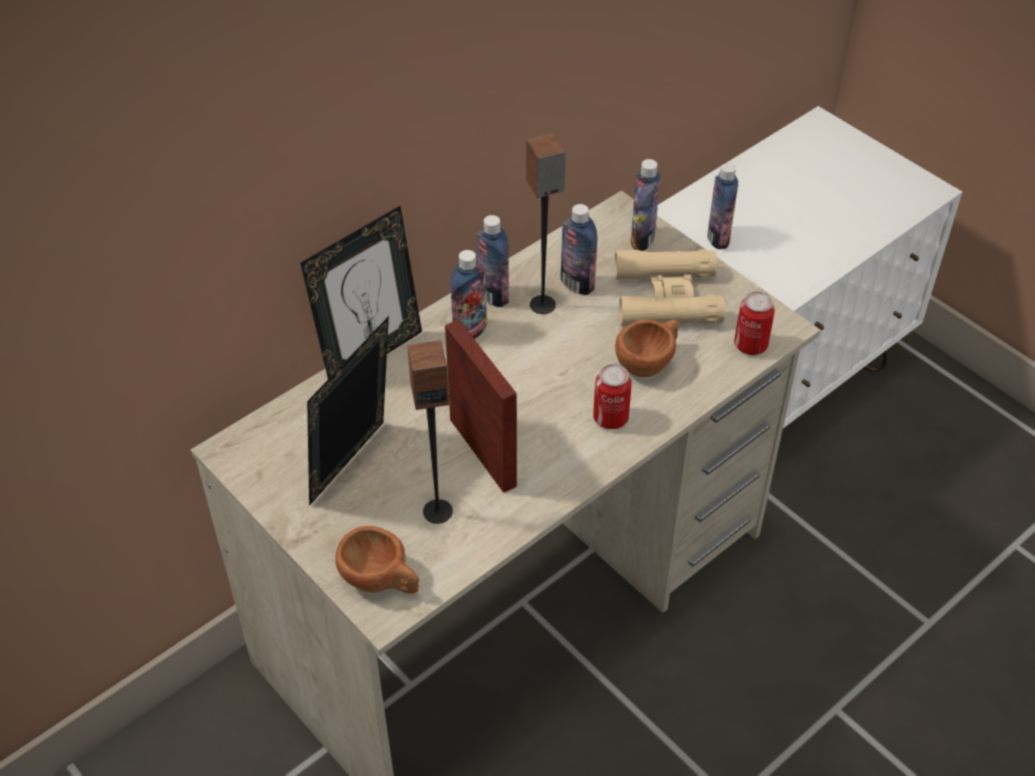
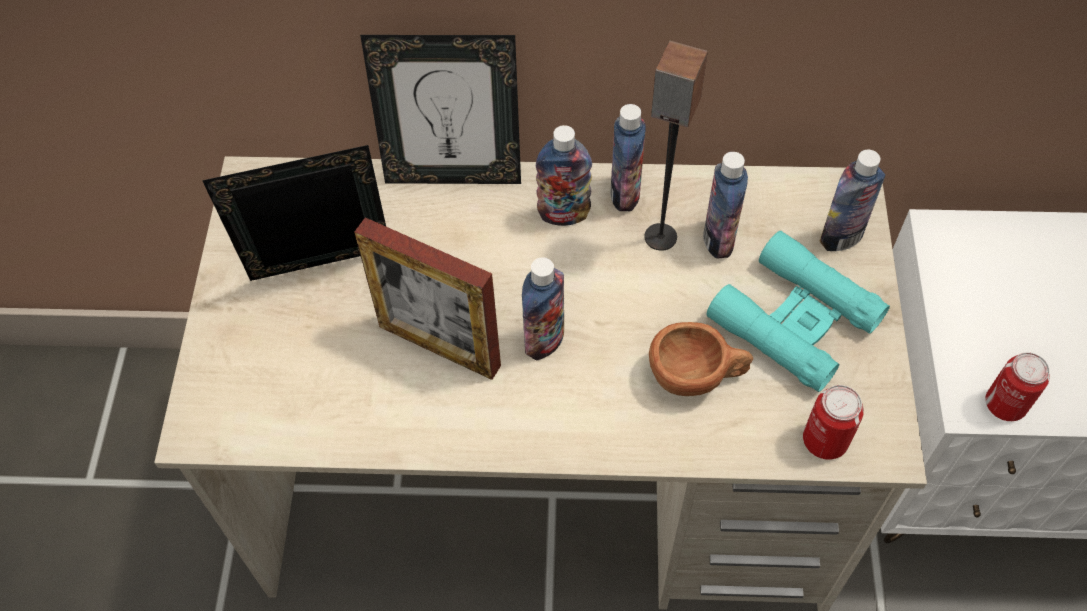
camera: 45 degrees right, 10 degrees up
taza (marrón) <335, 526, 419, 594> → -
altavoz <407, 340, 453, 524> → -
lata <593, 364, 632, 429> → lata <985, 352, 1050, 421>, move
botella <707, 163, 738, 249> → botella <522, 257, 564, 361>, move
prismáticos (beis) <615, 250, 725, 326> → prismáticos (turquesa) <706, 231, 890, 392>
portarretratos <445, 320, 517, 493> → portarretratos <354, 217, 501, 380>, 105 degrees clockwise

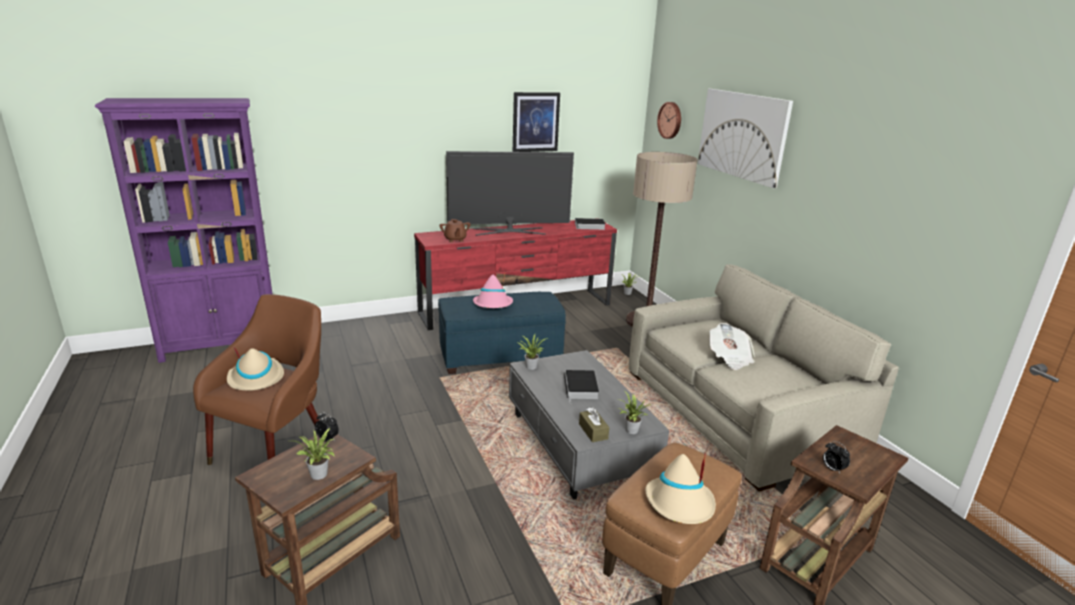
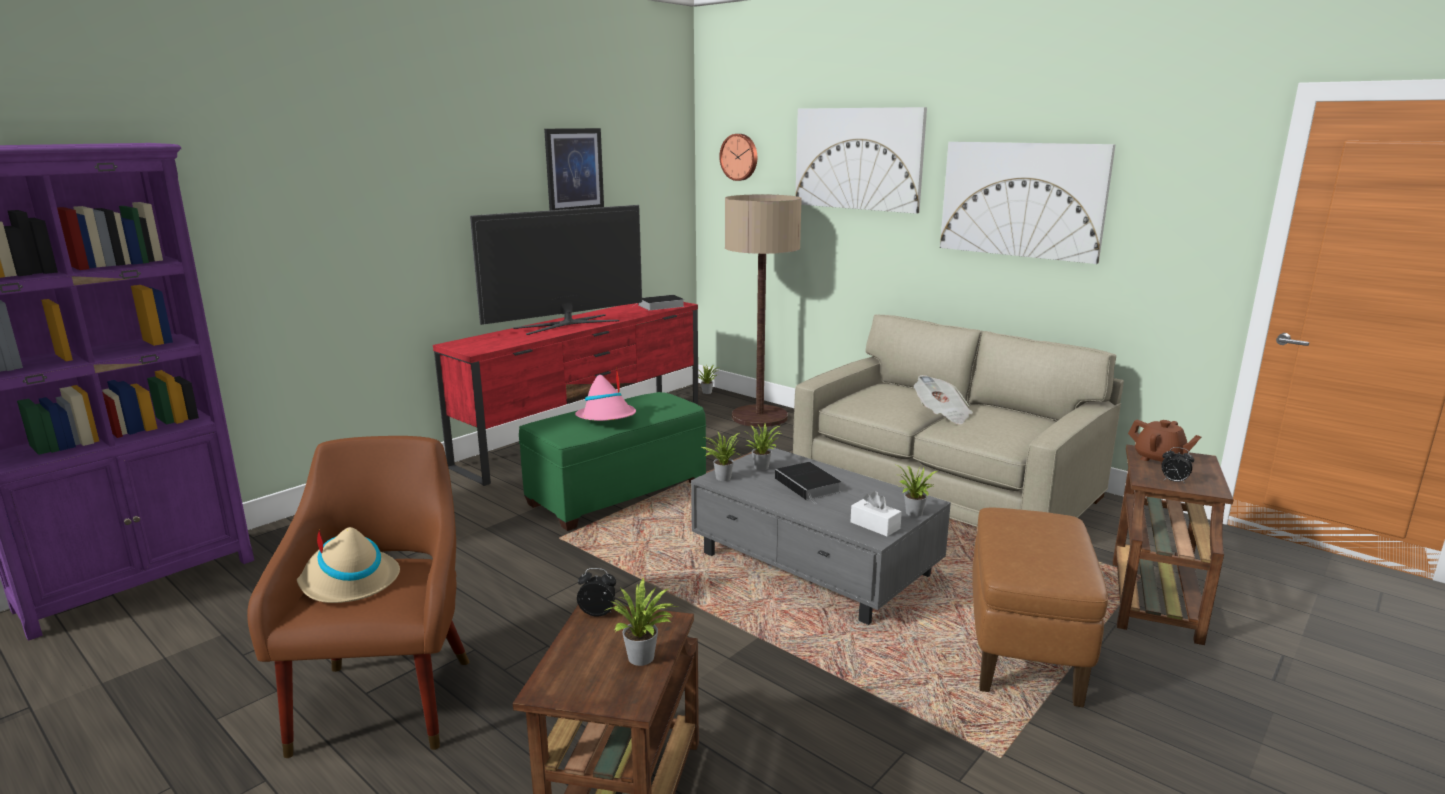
camera: 25 degrees left, 5 degrees down
sombrero (beis) <645, 452, 716, 524> → -
- → planta en maceta <744, 424, 781, 470>
- → cuadro <940, 142, 1116, 264>
tetera (marrón) <439, 219, 471, 242> → tetera (marrón) <1128, 420, 1201, 465>, move
puf (azul) <438, 292, 566, 374> → puf (verde) <519, 392, 706, 531>
caja de pañuelos (marrón) <579, 407, 609, 442> → caja de pañuelos (blanco) <850, 491, 902, 537>

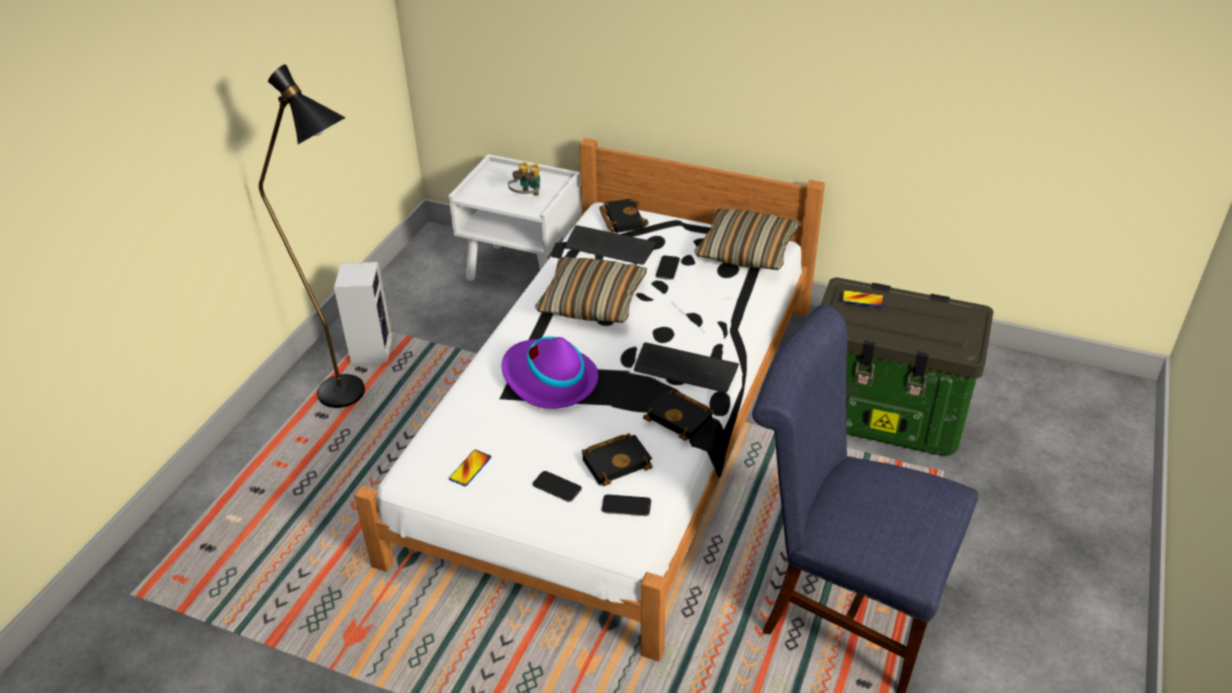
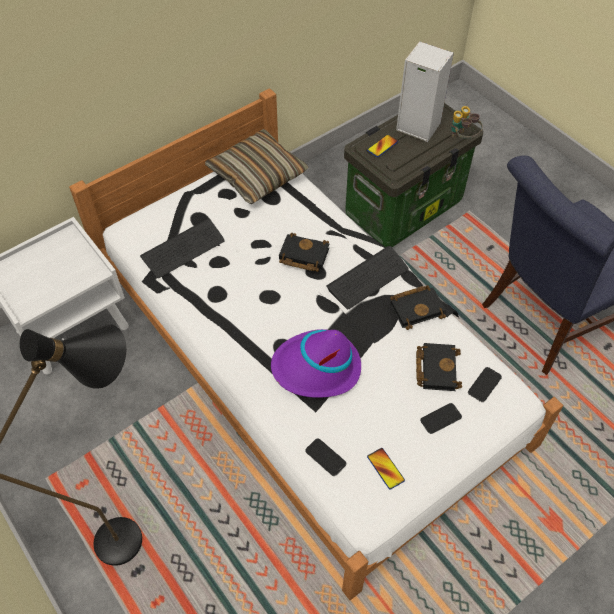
camera: 60 degrees left, 15 degrees up
cojín <535, 257, 647, 323> → -
altavoz <334, 262, 393, 363> → altavoz <396, 41, 454, 142>, move
prismáticos <508, 162, 540, 196> → prismáticos <451, 106, 483, 139>, move
libro (negro) <599, 198, 649, 233> → libro (negro) <279, 233, 329, 272>, move
móvil <656, 256, 680, 280> → móvil <305, 438, 347, 476>, move

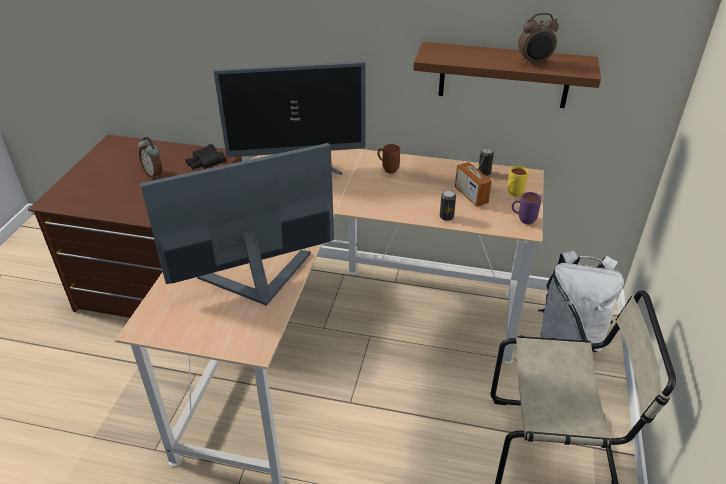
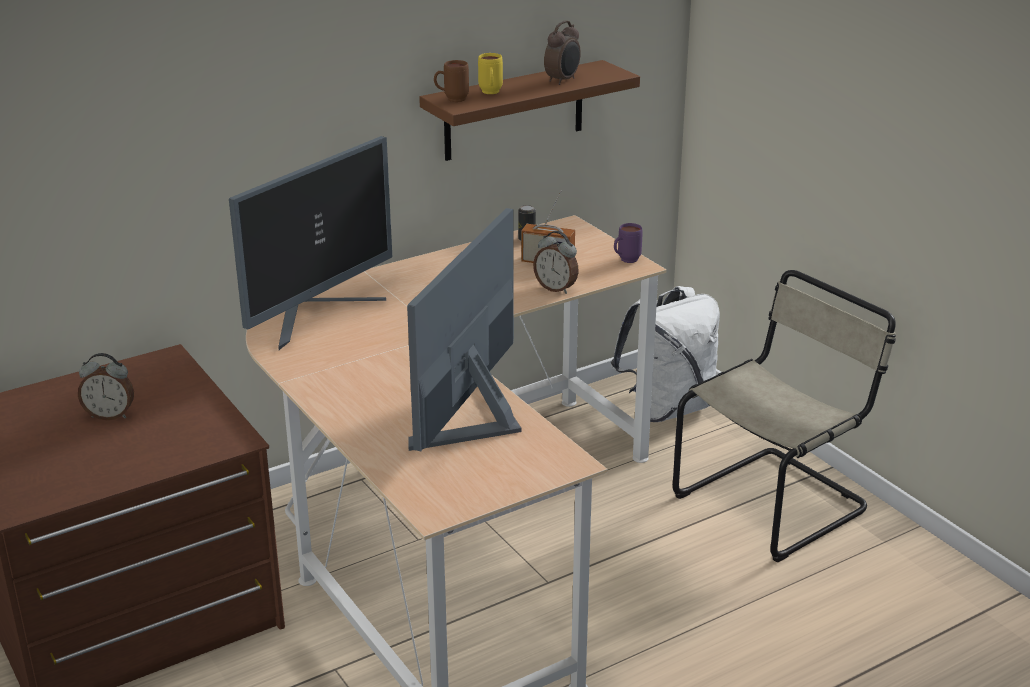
camera: 45 degrees left, 10 degrees down
prismáticos (negro) <185, 144, 226, 170> → -
taza grande (marrón) <378, 144, 400, 173> → taza grande (marrón) <434, 60, 469, 102>, move
taza grande (amarillo) <507, 166, 528, 197> → taza grande (amarillo) <478, 53, 503, 94>, move
lata <440, 190, 456, 221> → despertador <533, 231, 579, 294>

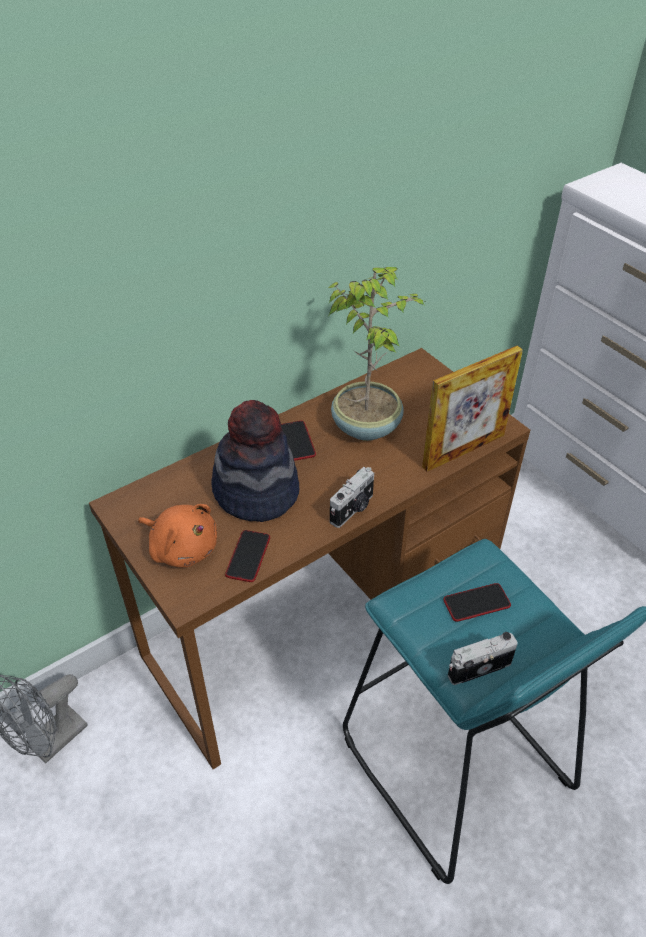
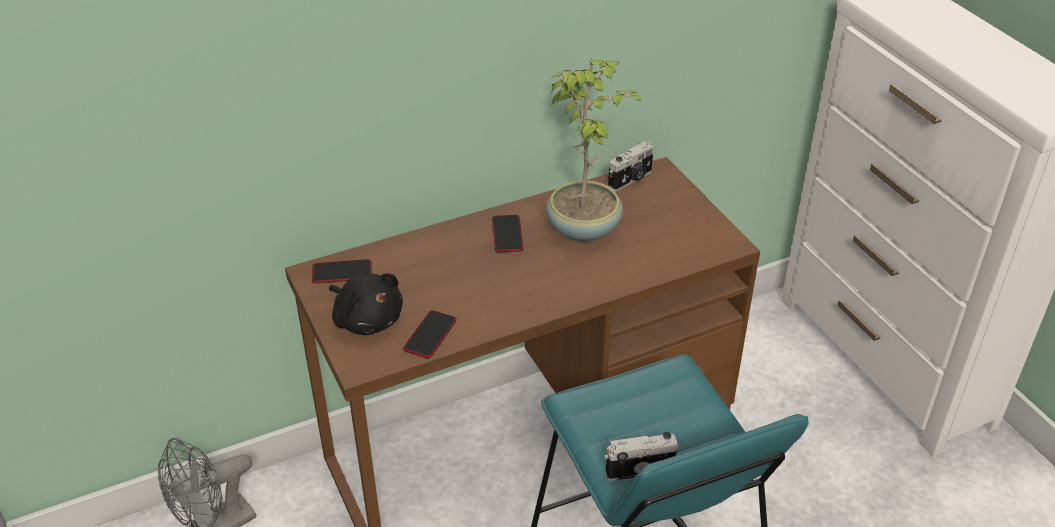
camera: 10 degrees right, 5 degrees down
sombrero <211, 400, 299, 522> → -
portarretratos <422, 345, 523, 472> → -
cámara <330, 467, 374, 528> → cámara <608, 141, 654, 191>, move
móvil <443, 583, 511, 622> → móvil <312, 259, 372, 283>, move
peluche (naranja) <138, 504, 217, 568> → peluche (negro) <329, 273, 403, 335>

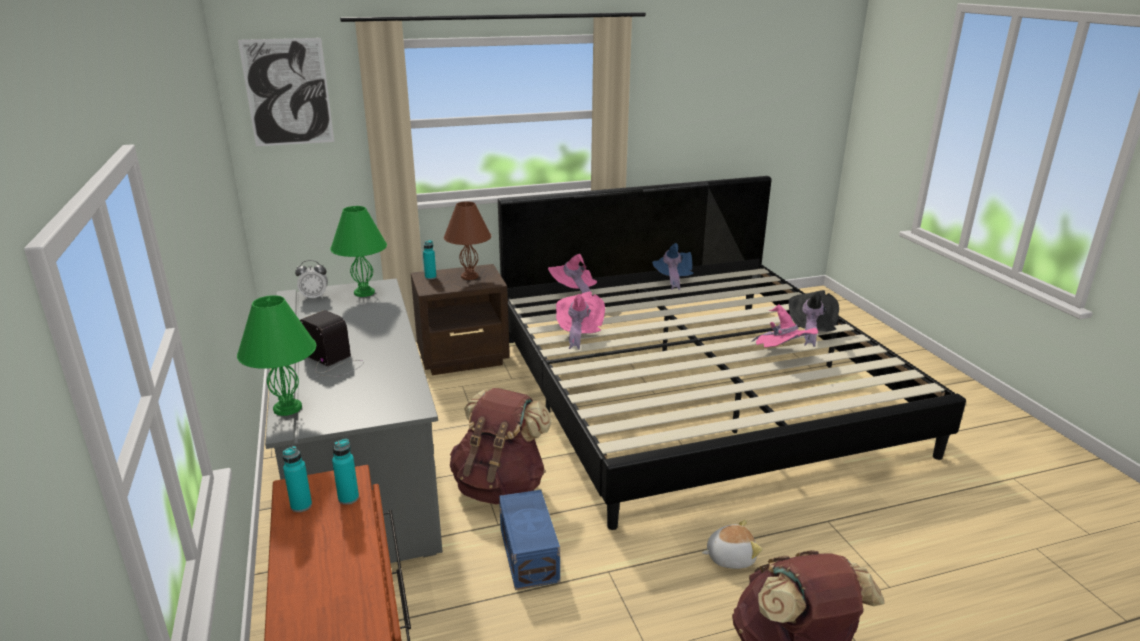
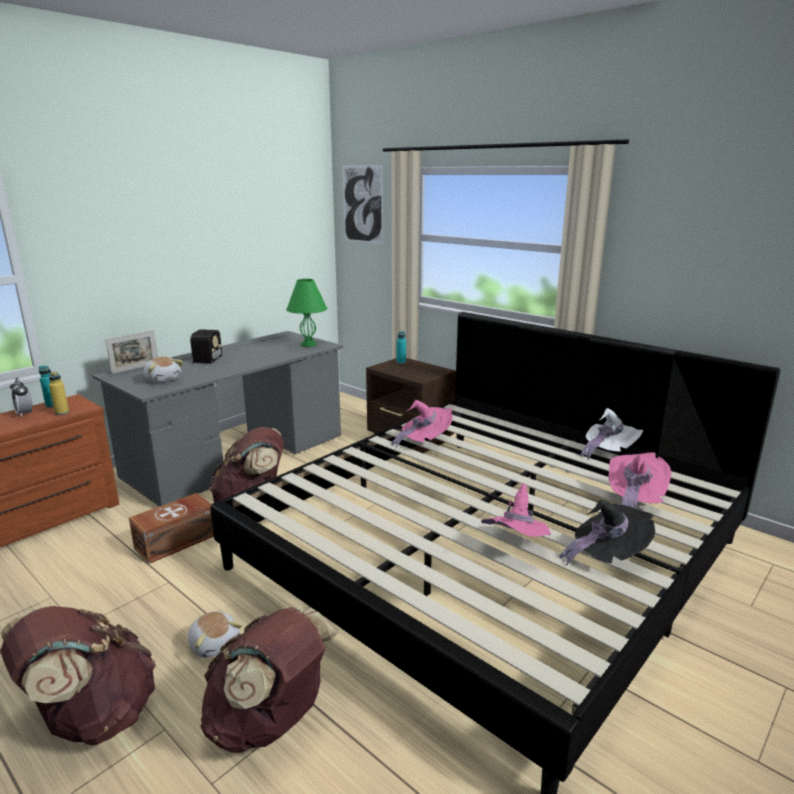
camera: 60 degrees right, 5 degrees down
lámpara de mesa (marrón) <444, 201, 491, 280> → -
- → peluche <144, 357, 183, 383>
- → mochila (marrón) <200, 607, 339, 753>
despertador <295, 260, 328, 300> → despertador <10, 378, 32, 417>, move
sombrero (rosa) <548, 254, 597, 293> → sombrero (rosa) <608, 452, 671, 509>, move
lámpara de mesa (verde) <237, 295, 316, 416> → portarretratos <105, 330, 158, 374>
botella (turquesa) <332, 439, 359, 505> → botella (amarillo) <49, 372, 69, 415>
caja de almacenaje (azul) <499, 490, 560, 590> → caja de almacenaje (marrón) <129, 493, 214, 564>
sombrero (azul) <652, 243, 694, 290> → sombrero (blanco) <580, 408, 643, 460>

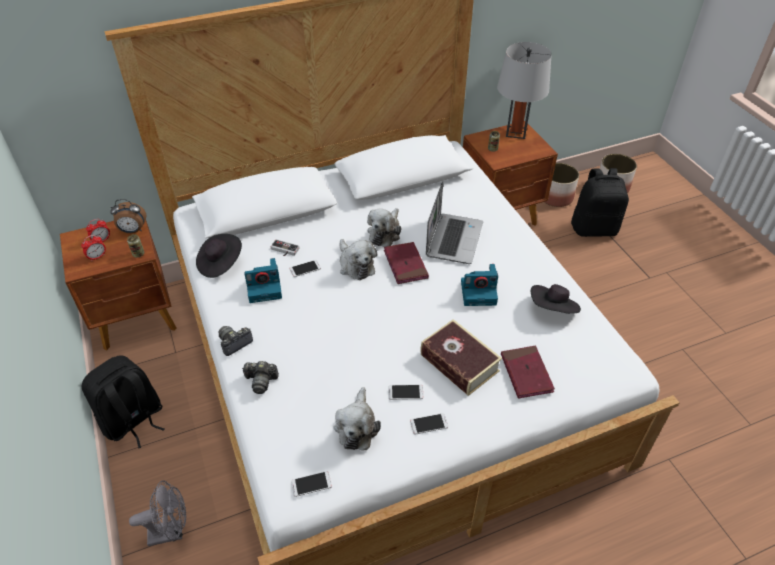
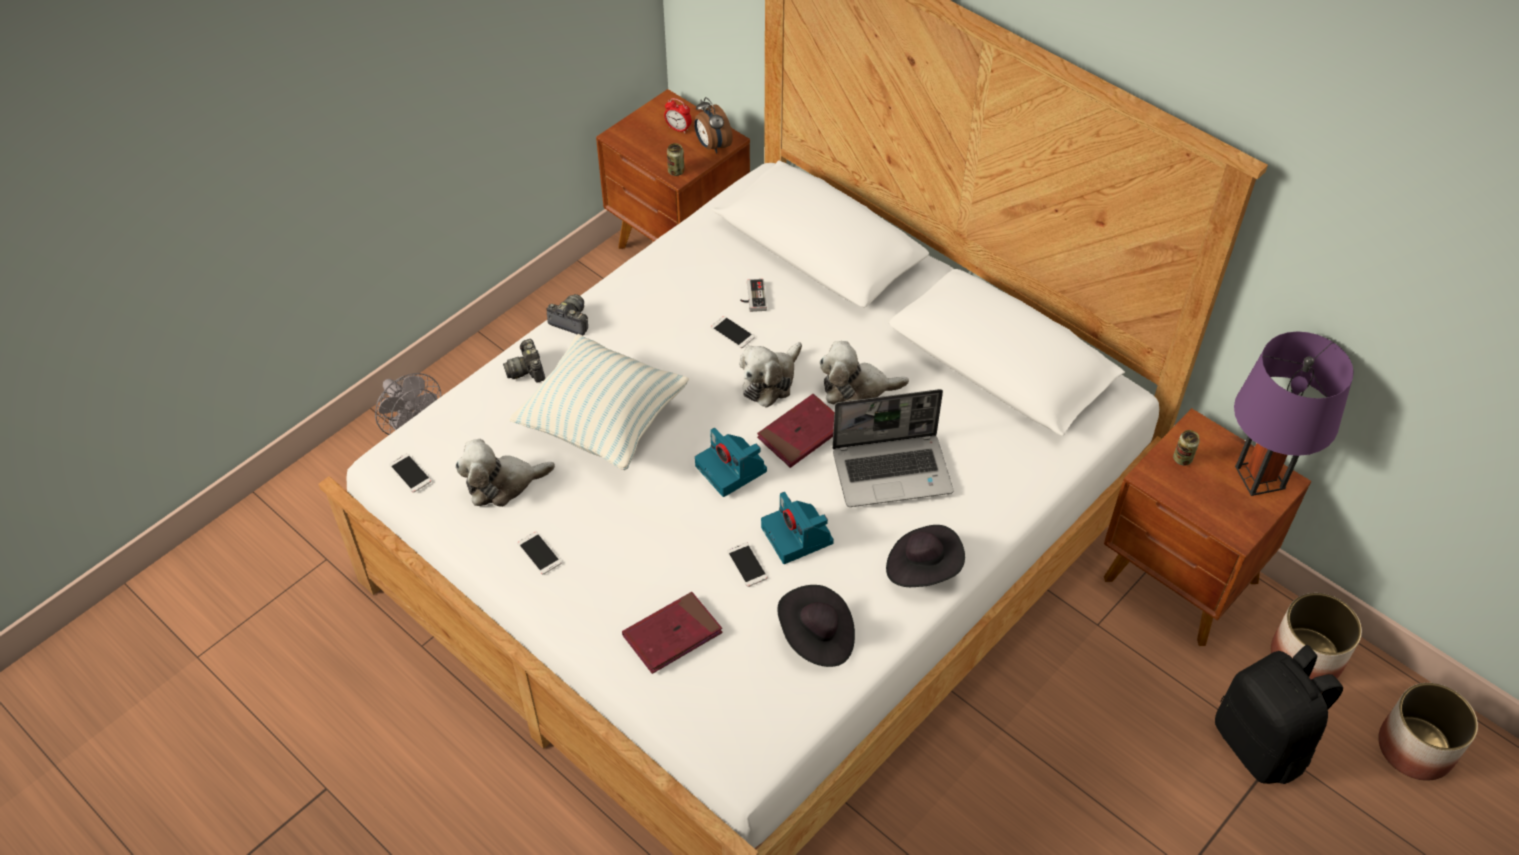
camera: 65 degrees right, 5 degrees up
despertador <81, 235, 106, 261> → -
mochila (negro) <81, 356, 164, 448> → -
libro <420, 319, 502, 396> → -
- → cojín <510, 334, 689, 470>
sombrero (negro) <196, 234, 242, 278> → sombrero (negro) <886, 525, 965, 587>, move
cámara <244, 258, 282, 303> → cámara <695, 428, 767, 497>, move
móvil <388, 385, 423, 400> → móvil <727, 542, 768, 587>, move
lámpara de mesa (gris) <497, 42, 552, 139> → lámpara de mesa (morado) <1234, 331, 1354, 496>

